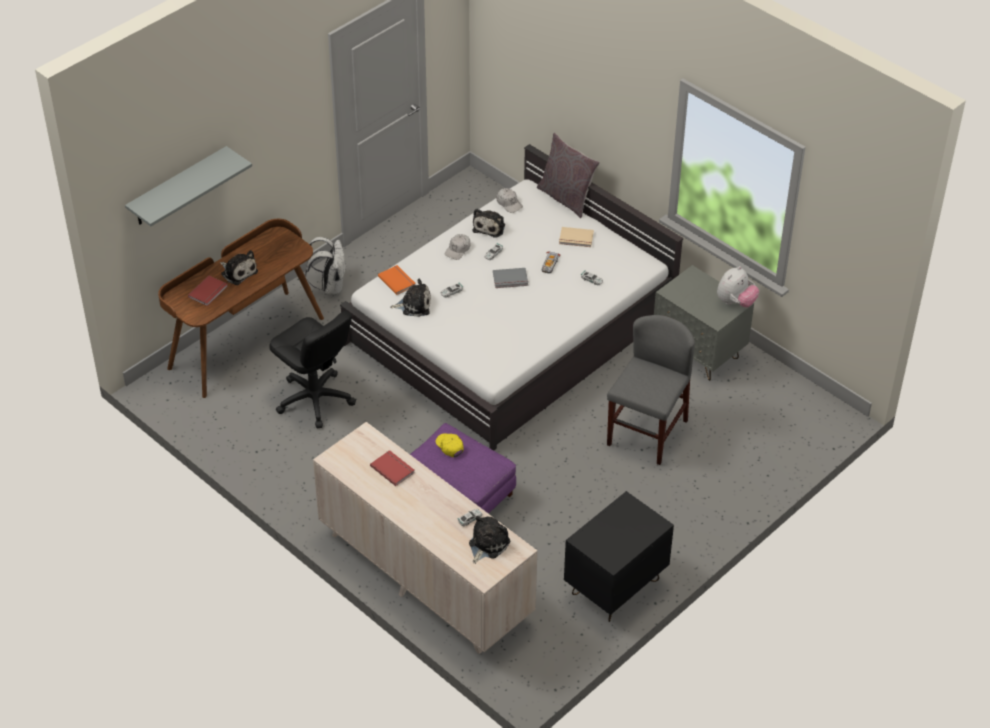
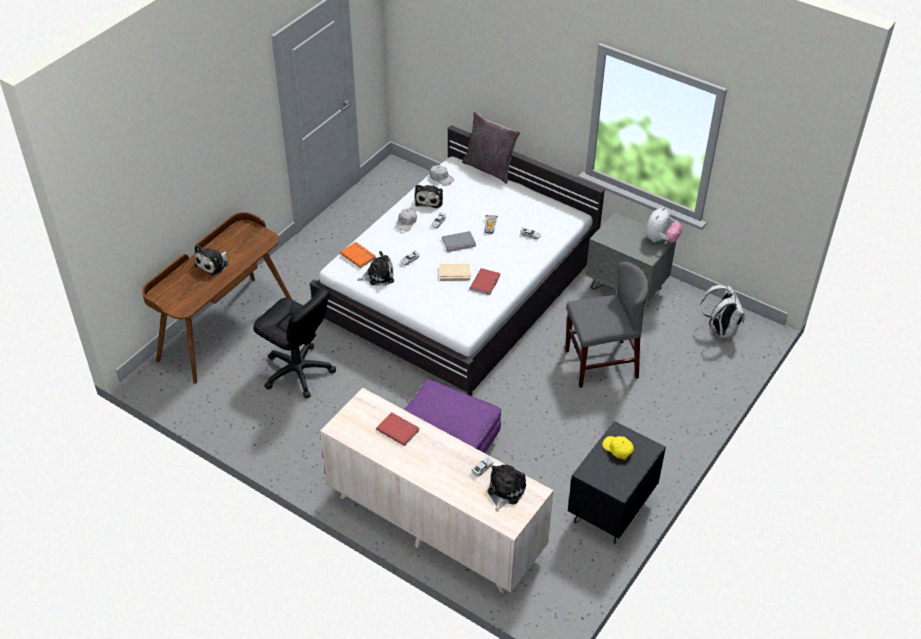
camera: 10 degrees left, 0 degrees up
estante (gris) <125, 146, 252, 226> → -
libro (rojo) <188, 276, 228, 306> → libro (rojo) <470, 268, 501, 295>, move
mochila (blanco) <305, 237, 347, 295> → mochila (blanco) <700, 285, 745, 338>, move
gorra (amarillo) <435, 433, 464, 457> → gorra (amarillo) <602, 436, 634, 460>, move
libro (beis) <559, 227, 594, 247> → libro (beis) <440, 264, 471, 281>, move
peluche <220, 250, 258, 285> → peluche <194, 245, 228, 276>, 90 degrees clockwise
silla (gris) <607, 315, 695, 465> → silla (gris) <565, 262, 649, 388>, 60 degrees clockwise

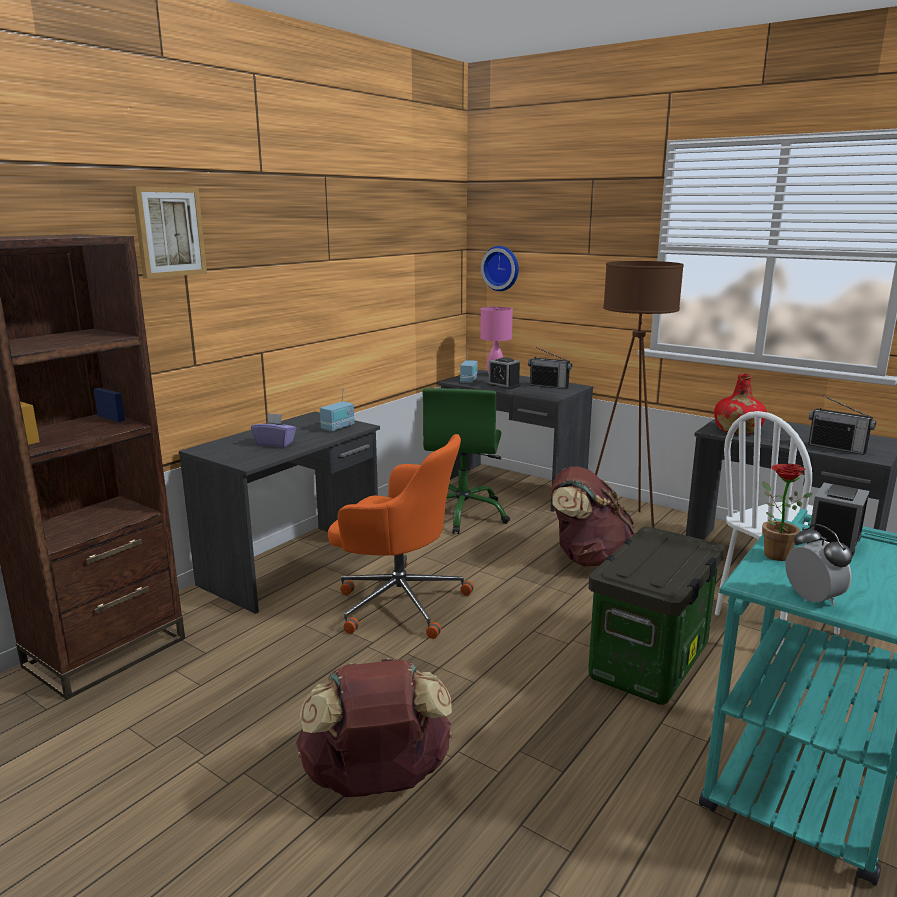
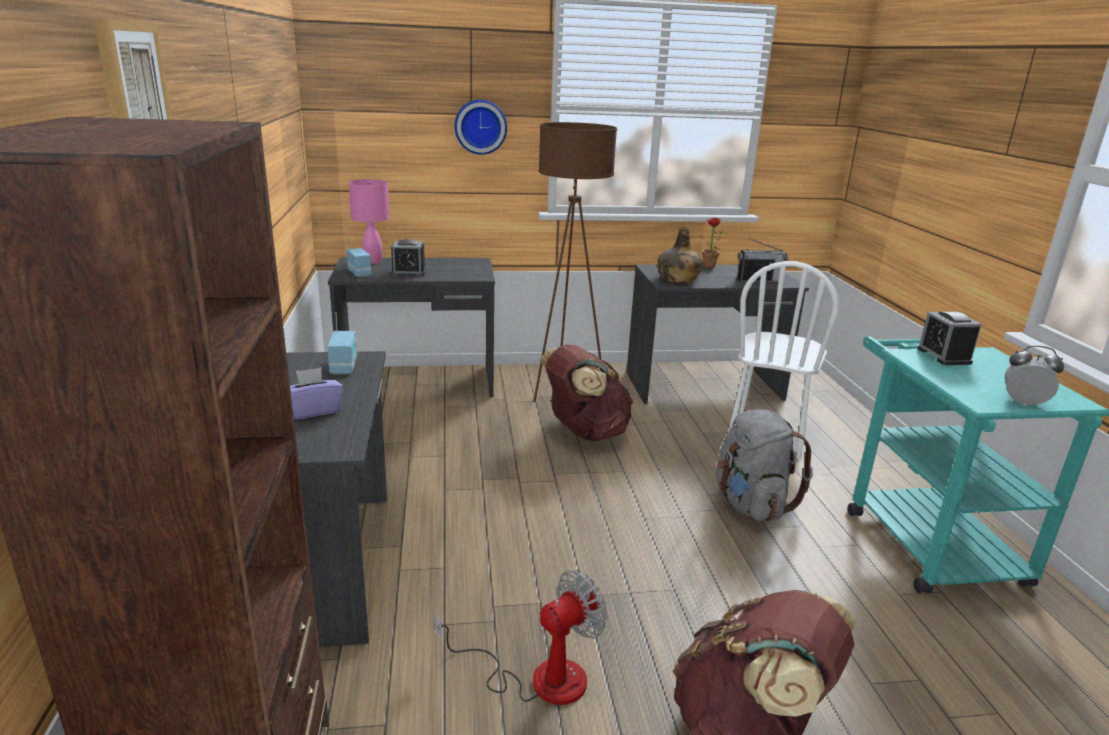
camera: 45 degrees left, 5 degrees up
silla de oficina (naranja) <328, 434, 474, 639> → -
silla de oficina (verde) <422, 388, 510, 534> → -
radio <528, 347, 572, 389> → -
- → ventilador <434, 570, 608, 705>
reloj de pared <481, 246, 519, 291> → reloj de pared <454, 100, 507, 155>, move
planta en maceta <762, 464, 813, 561> → planta en maceta <695, 218, 723, 268>, move
caja de almacenaje <588, 526, 725, 705> → mochila (gris) <716, 409, 813, 521>
botella (rojo) <714, 373, 767, 434> → botella (verde) <657, 227, 703, 283>

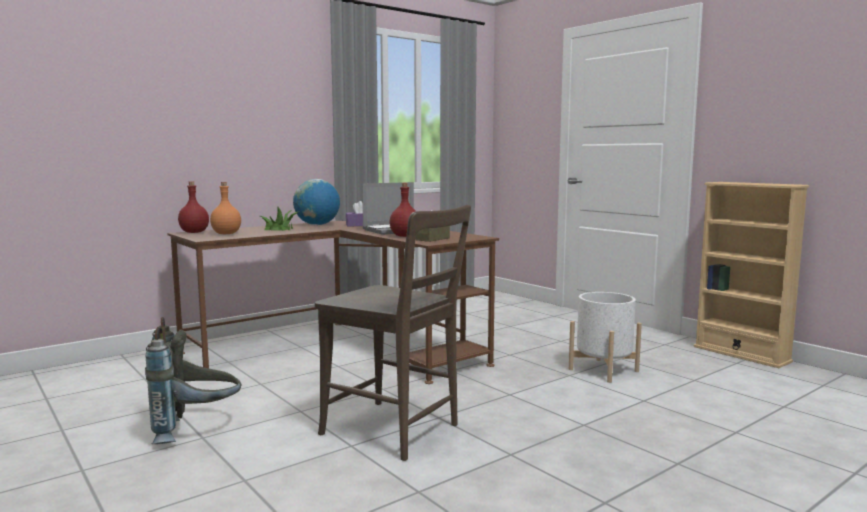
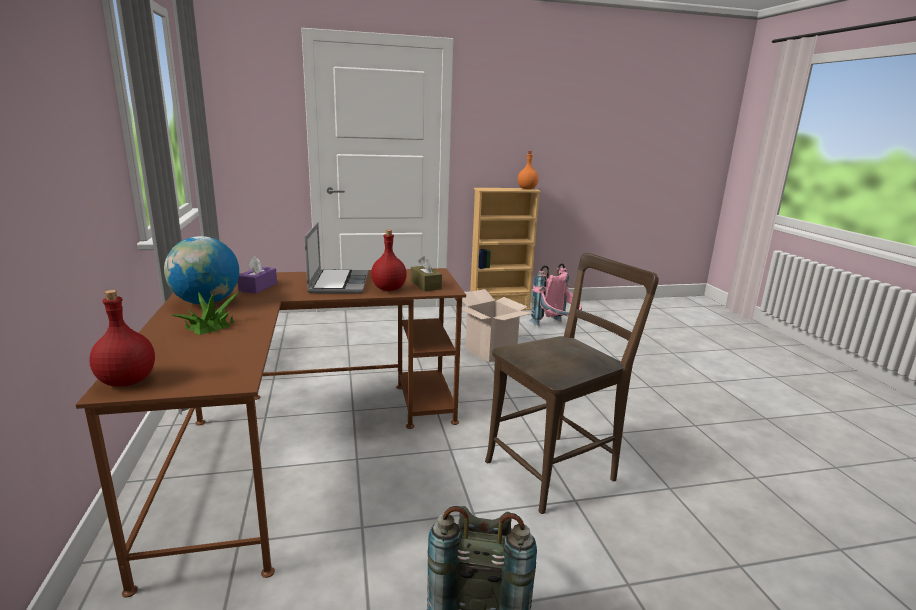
camera: 65 degrees left, 10 degrees up
- → mochila (rosa) <529, 263, 582, 326>
botella (naranja) <210, 182, 241, 234> → botella (naranja) <518, 151, 539, 189>, move
maceta (blanco) <569, 292, 642, 383> → caja de cartón <462, 289, 533, 362>

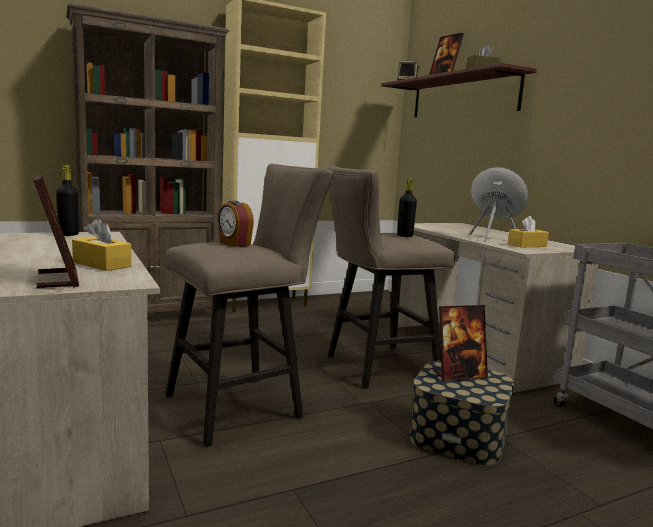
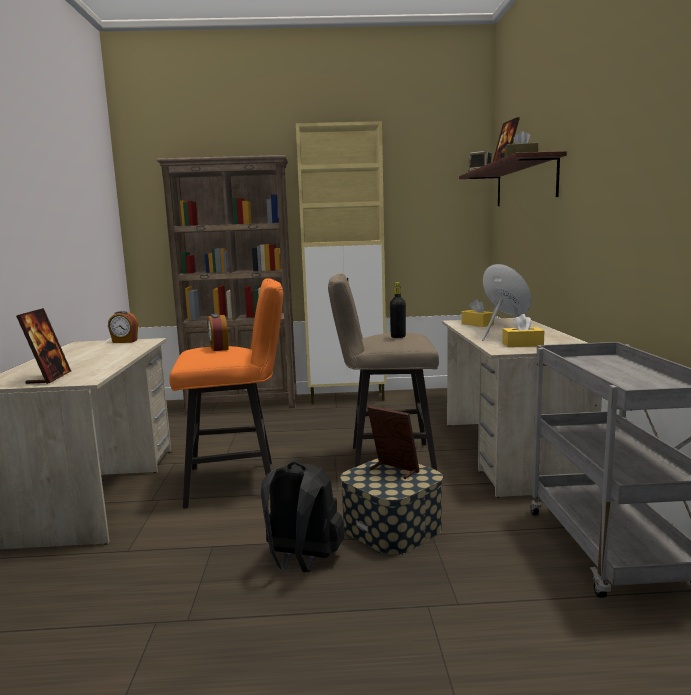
camera: 25 degrees right, 0 degrees up
- → mochila (negro) <260, 462, 344, 572>
caja de pañuelos (amarillo) <72, 218, 131, 271> → caja de pañuelos (amarillo) <462, 299, 494, 327>, move
botella (negro) <56, 165, 79, 236> → despertador <108, 311, 138, 343>
taburete (beis) <165, 164, 333, 447> → taburete (naranja) <169, 278, 283, 509>
portarretratos <433, 305, 488, 381> → portarretratos <367, 406, 420, 479>, 150 degrees counterclockwise

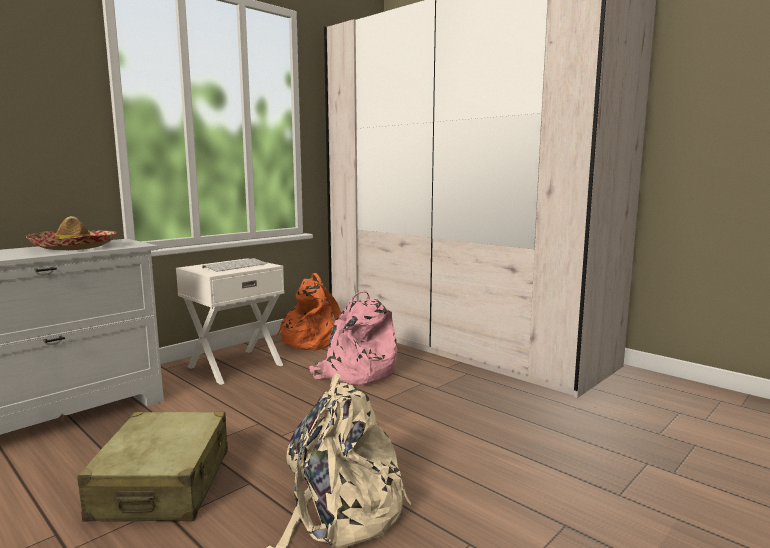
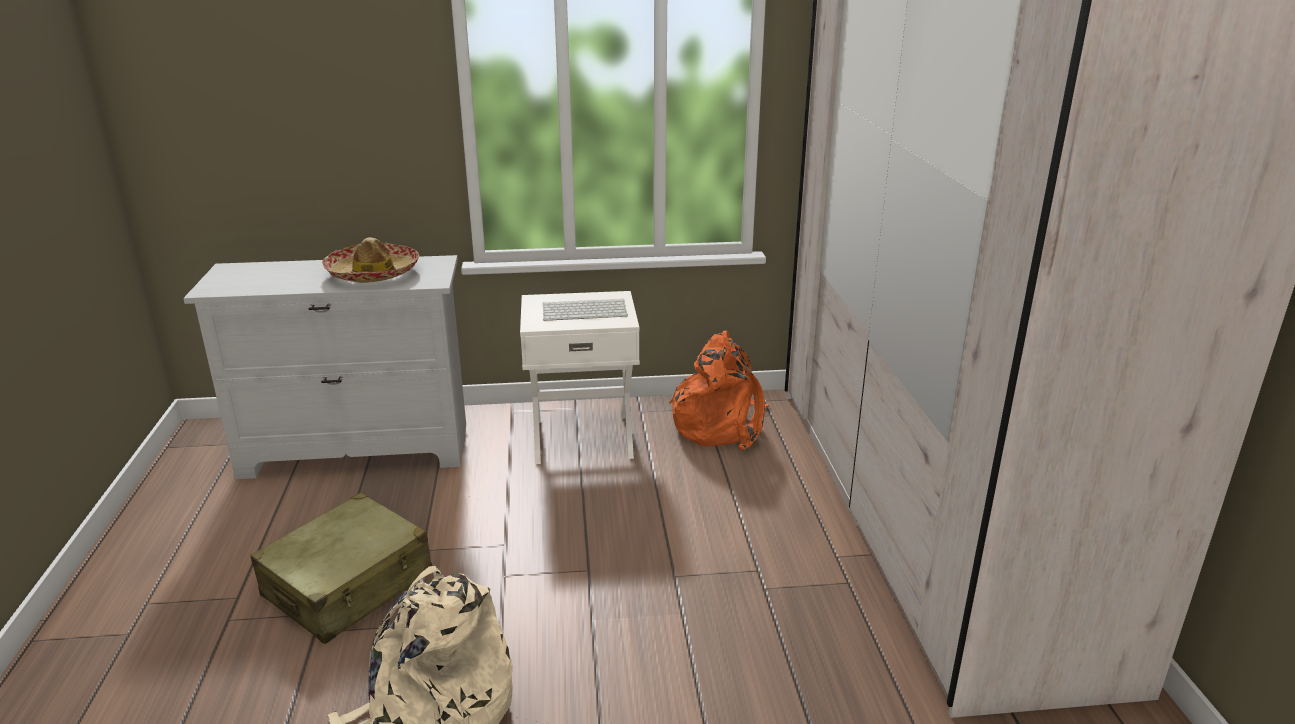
camera: 40 degrees right, 15 degrees up
mochila (rosa) <309, 290, 398, 385> → -

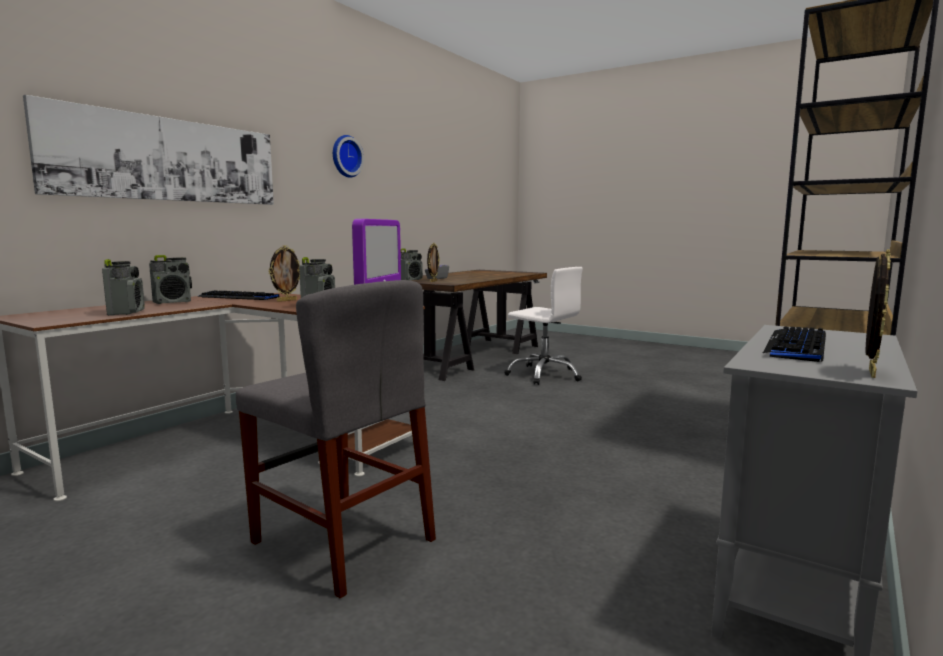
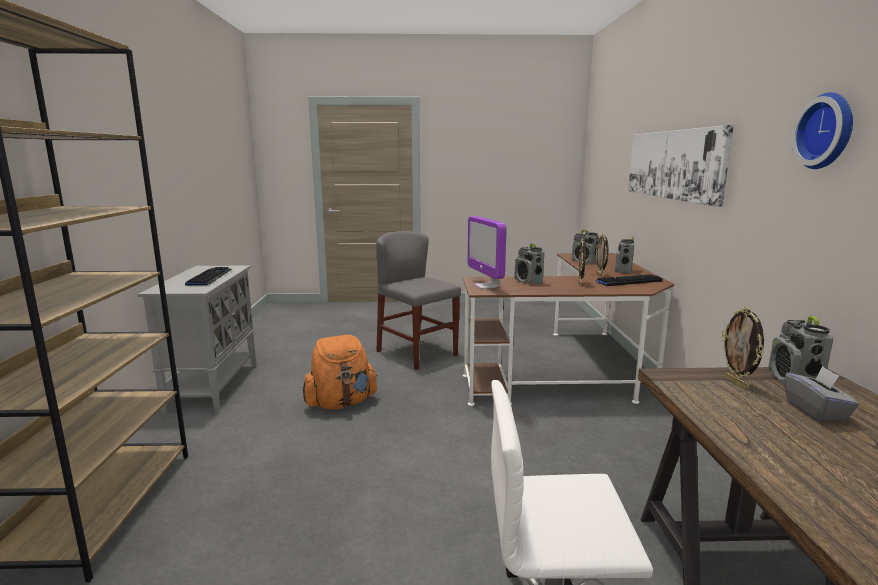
camera: 145 degrees right, 5 degrees up
- → mochila (naranja) <303, 335, 378, 409>
portarretratos <866, 249, 891, 378> → portarretratos <596, 233, 608, 278>, move
silla (gris) <236, 280, 436, 599> → silla (gris) <376, 231, 461, 370>, 45 degrees clockwise

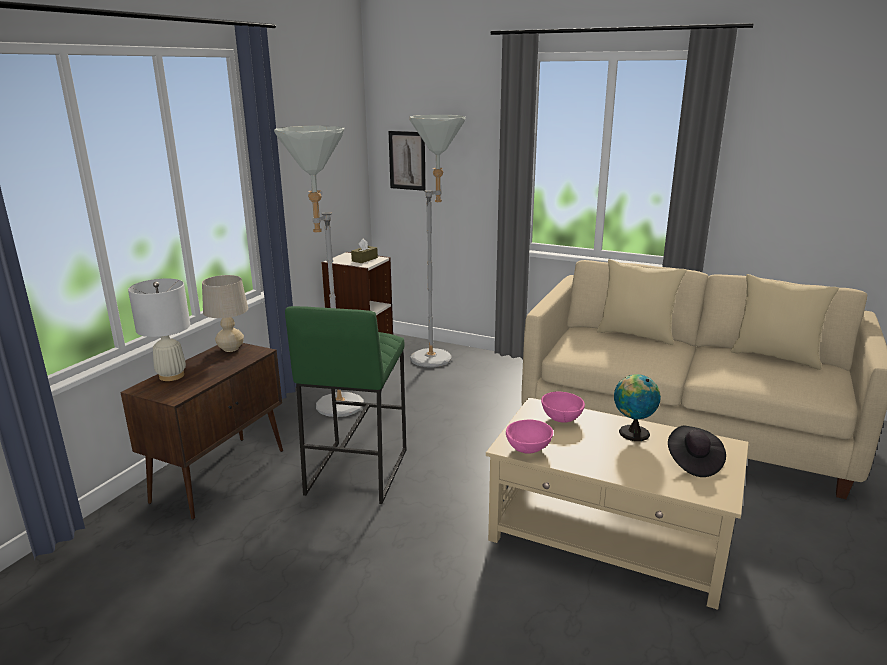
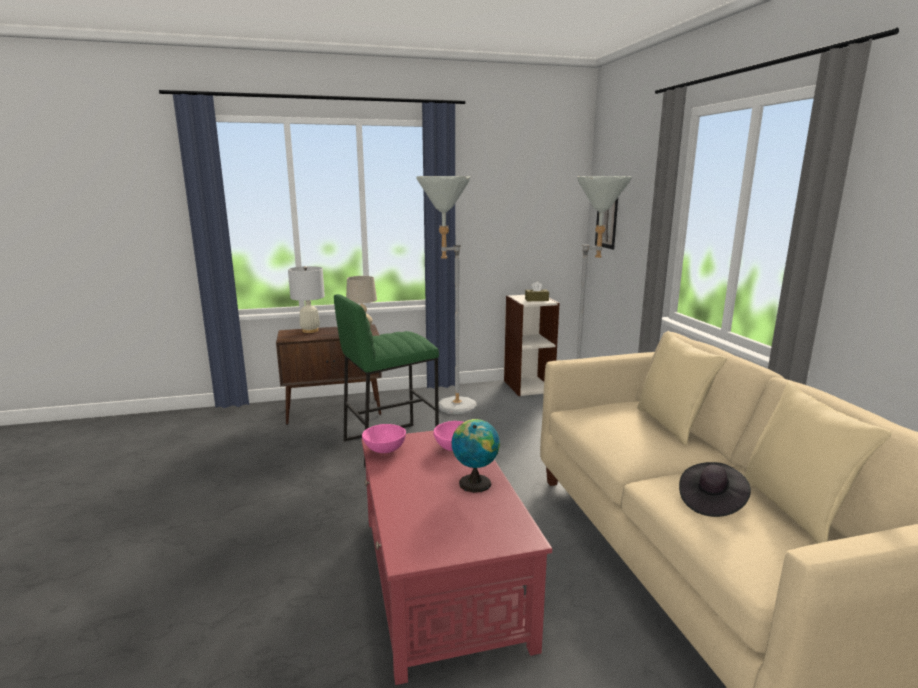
camera: 50 degrees right, 5 degrees down
sombrero (negro) <668, 426, 726, 477> → sombrero (negro) <679, 462, 751, 517>, move
mesa de centro (beis) <486, 397, 749, 610> → mesa de centro (rojo) <362, 431, 552, 685>

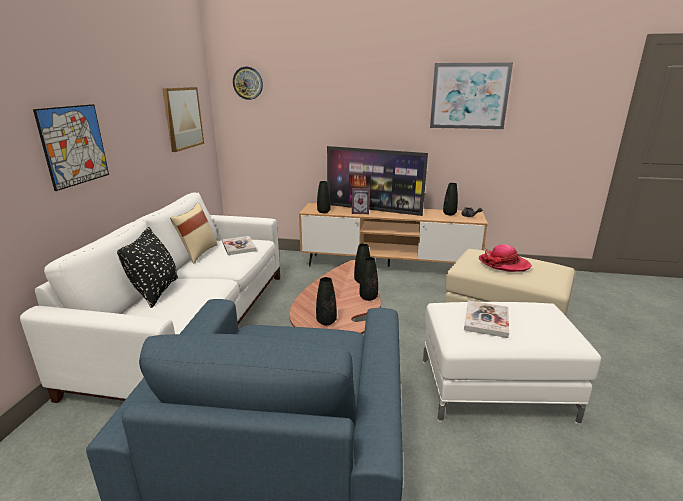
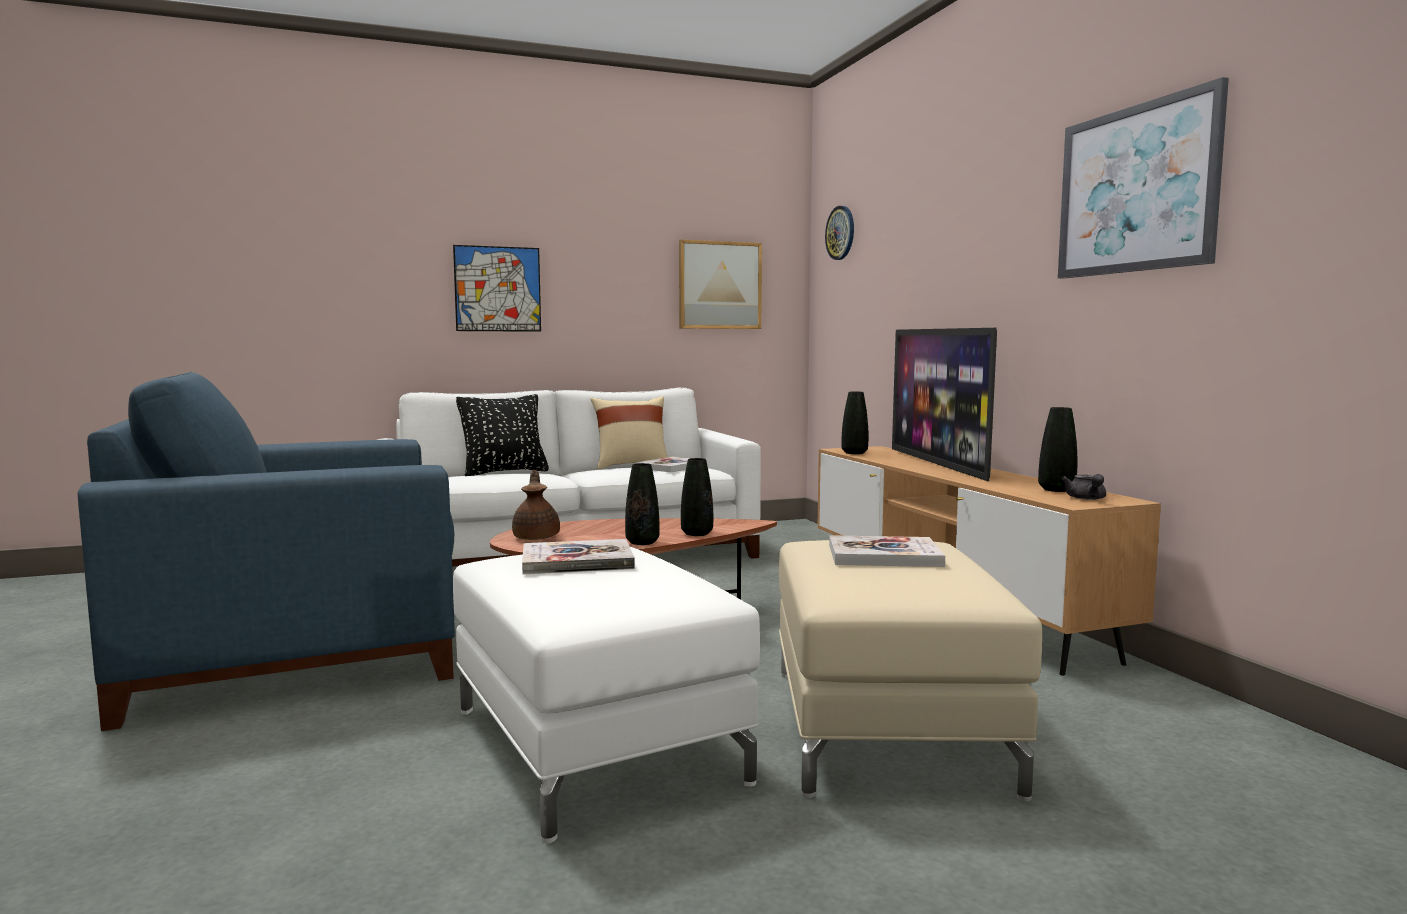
camera: 60 degrees right, 15 degrees down
portarretratos <352, 188, 370, 214> → -
florero (negro) <316, 277, 337, 325> → tetera (marrón) <512, 470, 560, 540>
sombrero <479, 244, 532, 272> → libro <829, 535, 945, 567>

